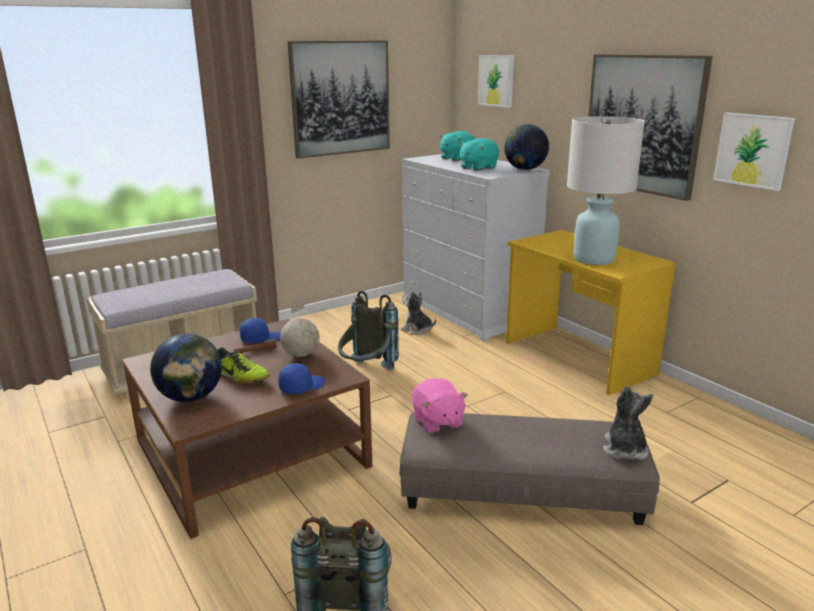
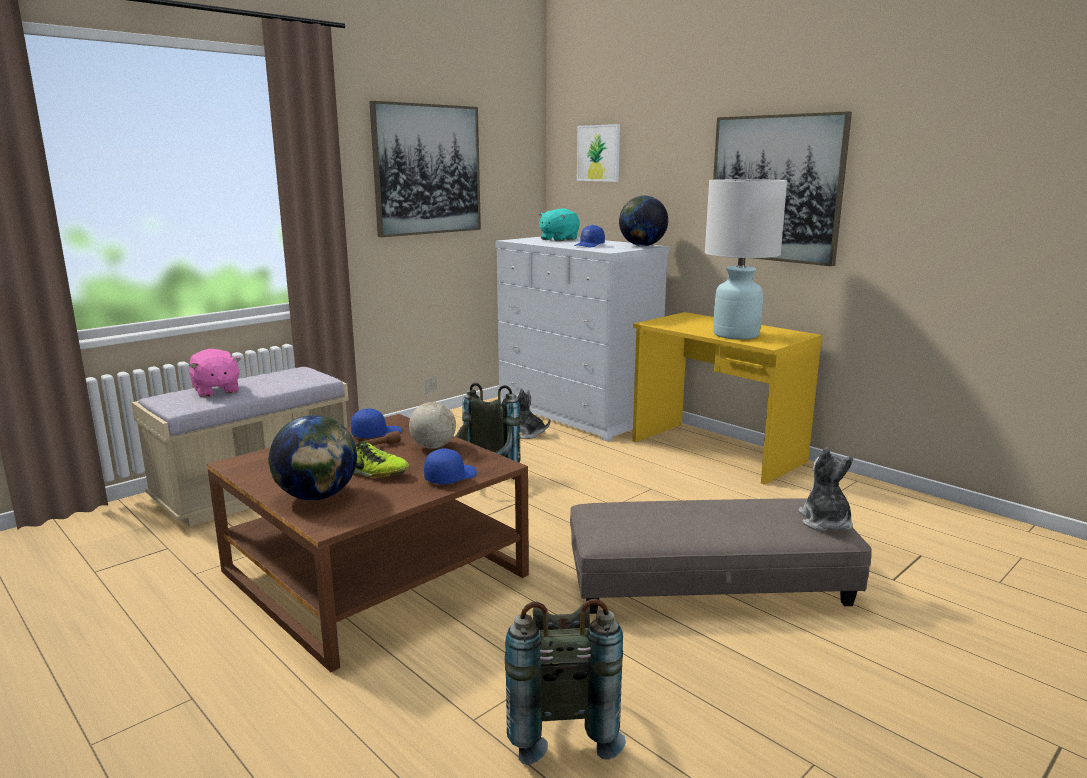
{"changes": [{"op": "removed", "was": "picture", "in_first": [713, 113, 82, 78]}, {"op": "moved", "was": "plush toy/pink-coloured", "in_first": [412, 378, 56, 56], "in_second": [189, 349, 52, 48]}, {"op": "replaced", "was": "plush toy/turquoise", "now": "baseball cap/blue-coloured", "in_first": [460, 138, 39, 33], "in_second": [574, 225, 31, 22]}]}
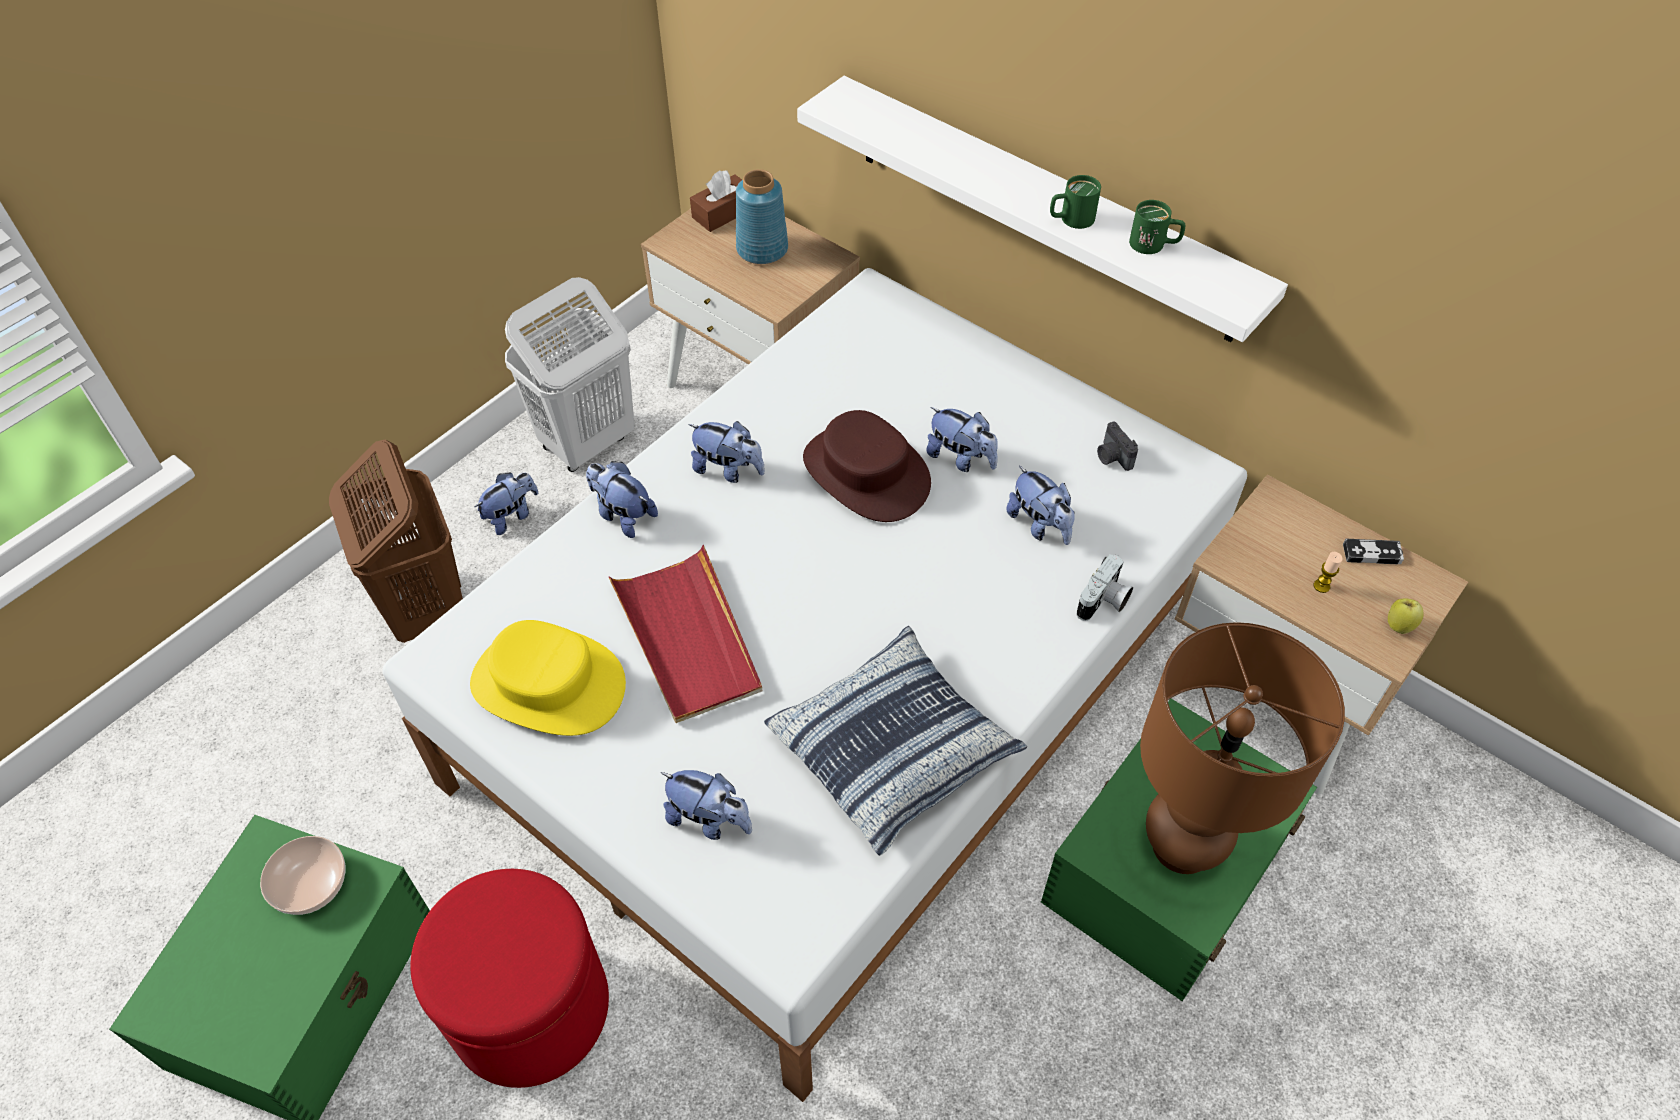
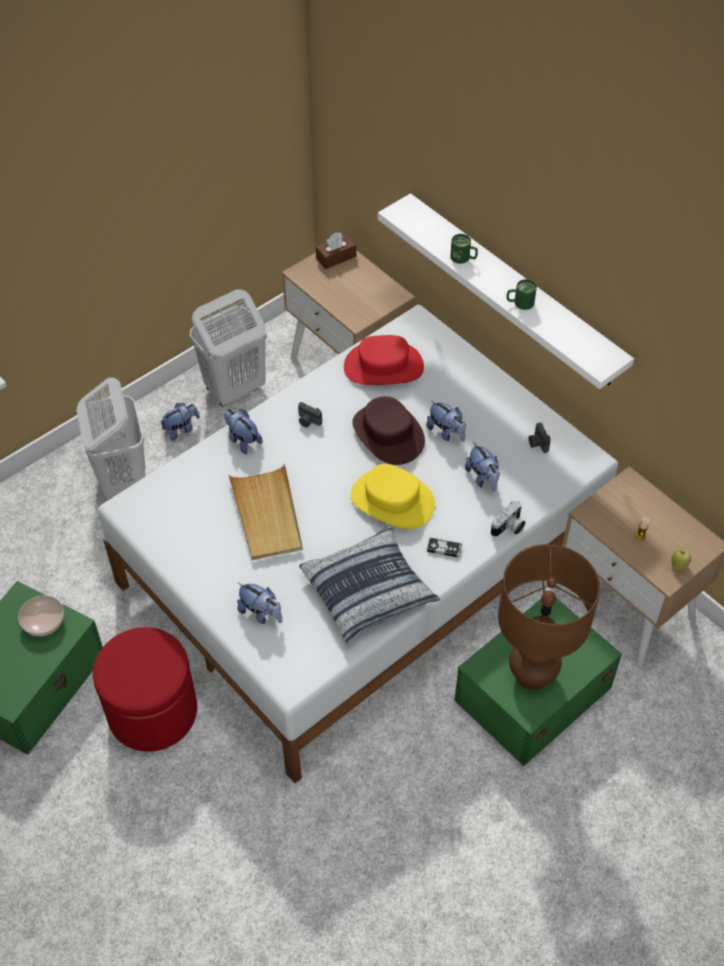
{"changes": [{"op": "removed", "was": "flower vase/blue-coloured", "in_first": [736, 169, 52, 95]}, {"op": "added", "now": "wearable hat/reddish", "in_second": [344, 335, 80, 50]}, {"op": "moved", "was": "wearable hat/yellowish", "in_first": [470, 620, 156, 116], "in_second": [351, 464, 84, 65]}, {"op": "moved", "was": "coffee mug/greenish", "in_first": [1129, 200, 56, 54], "in_second": [450, 234, 28, 30]}, {"op": "moved", "was": "game controller", "in_first": [1343, 539, 61, 25], "in_second": [427, 538, 35, 20]}, {"op": "replaced", "was": "plush toy", "now": "photo camera", "in_first": [688, 421, 77, 62], "in_second": [298, 402, 24, 26]}, {"op": "recoloured", "was": "washing basket/brownish", "now": "washing basket/white-coloured", "in_first": [329, 440, 134, 203], "in_second": [77, 377, 69, 121]}, {"op": "recoloured", "was": "tray/reddish", "now": "tray/beige-coloured", "in_first": [609, 545, 153, 178], "in_second": [228, 464, 75, 96]}]}
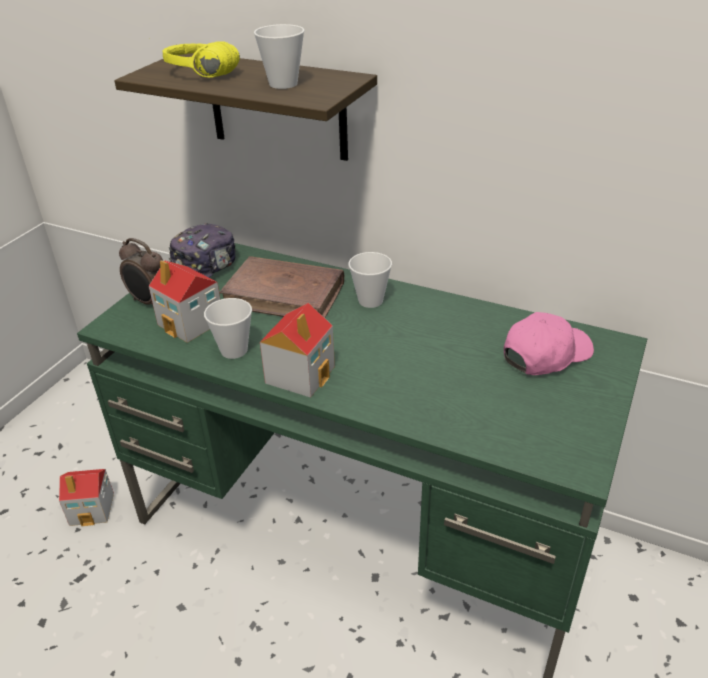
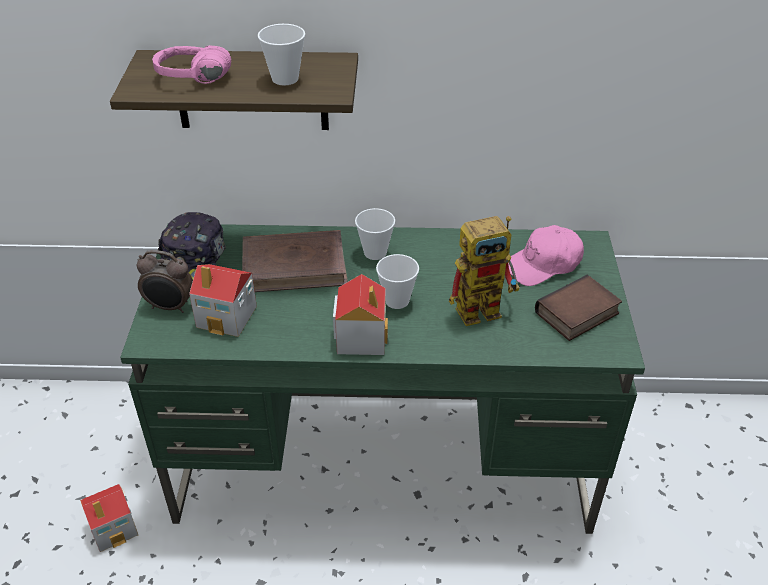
{"changes": [{"op": "added", "now": "robot figure", "in_second": [449, 216, 71, 110]}, {"op": "added", "now": "volume", "in_second": [535, 275, 87, 66]}, {"op": "moved", "was": "cup", "in_first": [204, 298, 48, 61], "in_second": [376, 254, 43, 55]}, {"op": "recoloured", "was": "headphones/yellowish", "now": "headphones/pink-coloured", "in_first": [163, 41, 77, 37], "in_second": [152, 45, 79, 39]}, {"op": "turned", "was": "baseball cap/pink-coloured", "in_first": [504, 312, 90, 63], "in_second": [508, 225, 76, 61], "clockwise": -150}]}
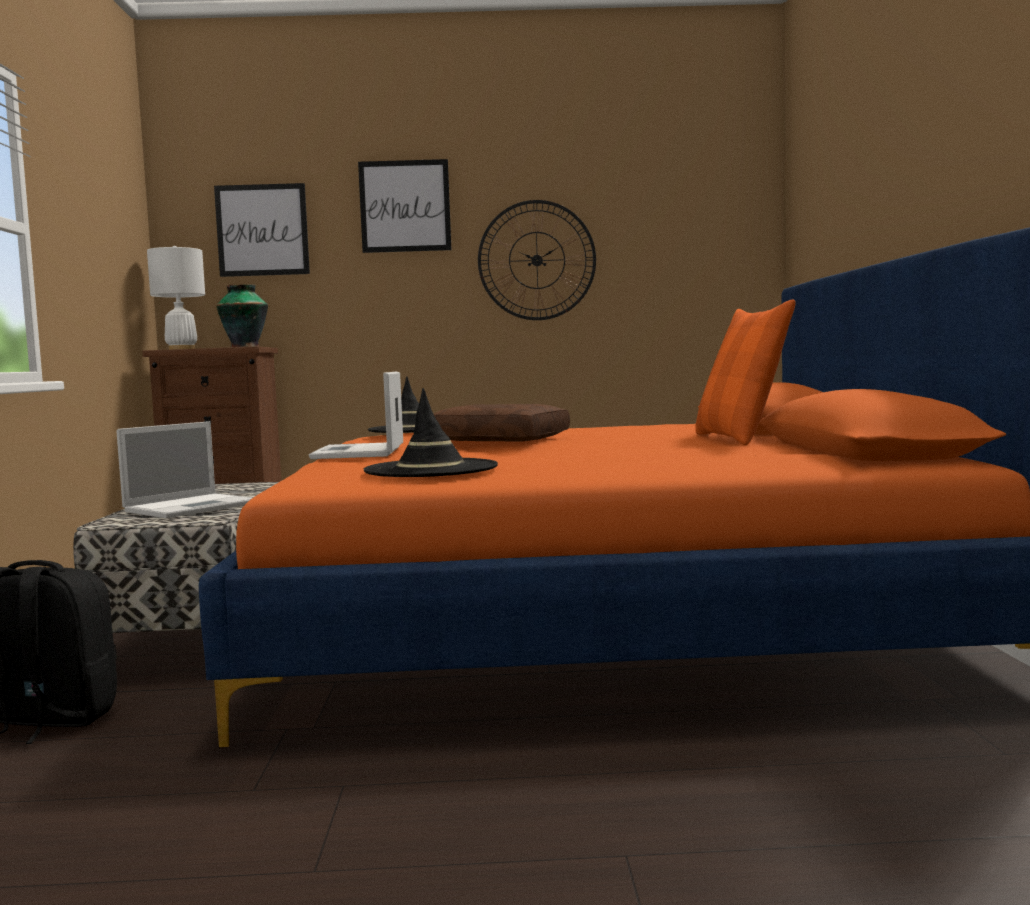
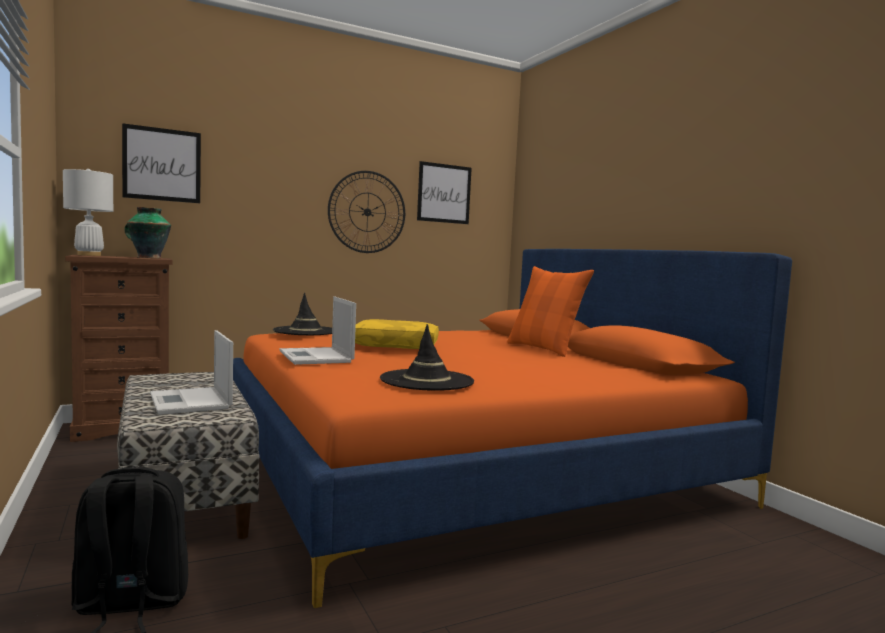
{"changes": [{"op": "moved", "was": "picture", "in_first": [358, 159, 93, 94], "in_second": [417, 161, 55, 63]}, {"op": "recoloured", "was": "pillow/brownish", "now": "pillow/yellowish", "in_first": [434, 404, 136, 38], "in_second": [355, 319, 84, 30]}, {"op": "turned", "was": "notebook computer", "in_first": [116, 421, 137, 98], "in_second": [150, 330, 83, 85], "clockwise": 135}]}
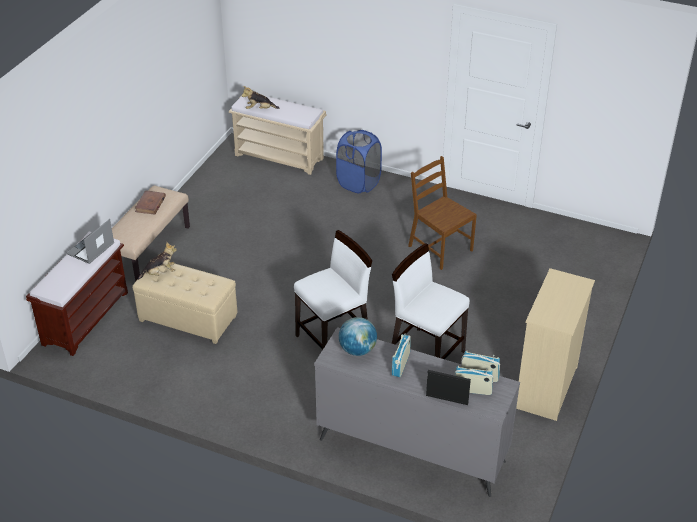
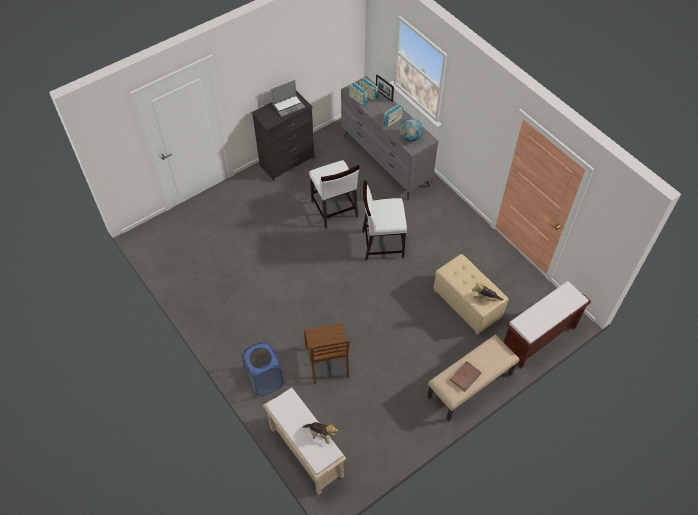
{"changes": [{"op": "moved", "was": "notebook computer", "in_first": [67, 219, 47, 45], "in_second": [271, 80, 34, 37]}, {"op": "moved", "was": "upright chair/brownish", "in_first": [408, 156, 69, 114], "in_second": [304, 323, 46, 61]}, {"op": "recoloured", "was": "dresser/beige-coloured", "now": "dresser/black-coloured", "in_first": [516, 268, 79, 153], "in_second": [251, 91, 63, 90]}]}
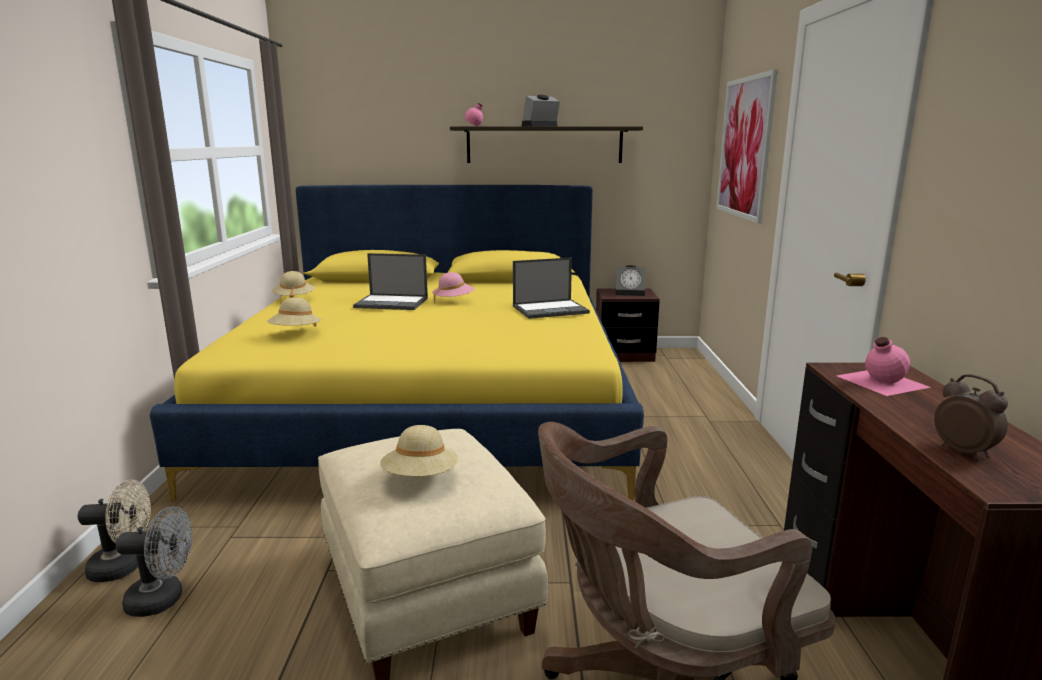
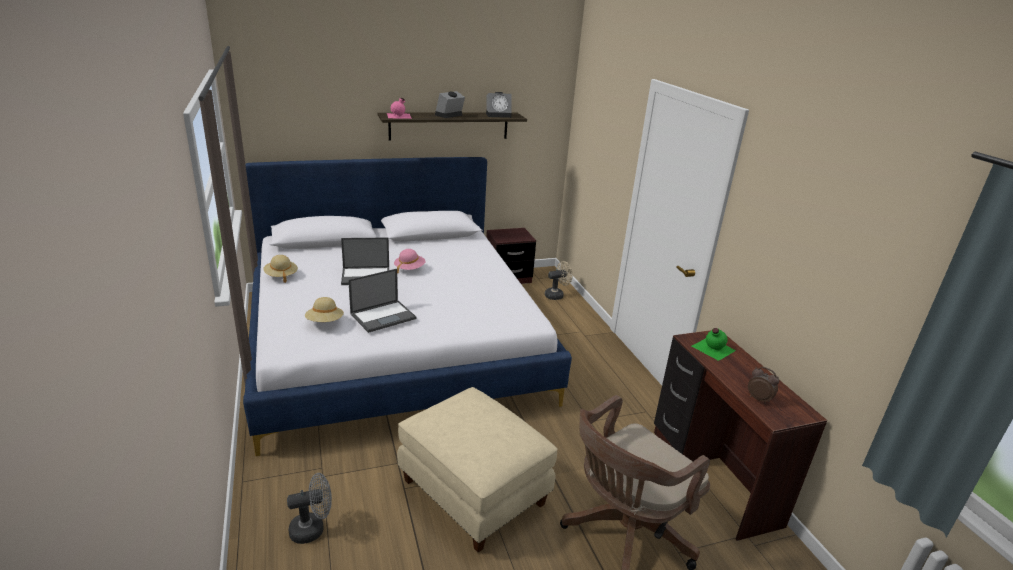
{"changes": [{"op": "removed", "was": "wearable hat/beige-coloured", "in_first": [380, 425, 78, 51]}, {"op": "removed", "was": "picture", "in_first": [716, 69, 62, 154]}, {"op": "moved", "was": "electric fan/beige-coloured", "in_first": [78, 480, 73, 102], "in_second": [545, 261, 28, 39]}, {"op": "moved", "was": "notebook computer", "in_first": [513, 257, 77, 62], "in_second": [348, 269, 68, 64]}, {"op": "moved", "was": "table clock", "in_first": [616, 265, 30, 31], "in_second": [486, 92, 26, 26]}, {"op": "recoloured", "was": "bedroom bed/yellowish", "now": "bedroom bed/white-coloured", "in_first": [150, 185, 494, 316], "in_second": [243, 157, 329, 299]}, {"op": "recoloured", "was": "bottle/pink-coloured", "now": "bottle/greenish", "in_first": [837, 337, 94, 59], "in_second": [692, 328, 44, 33]}]}
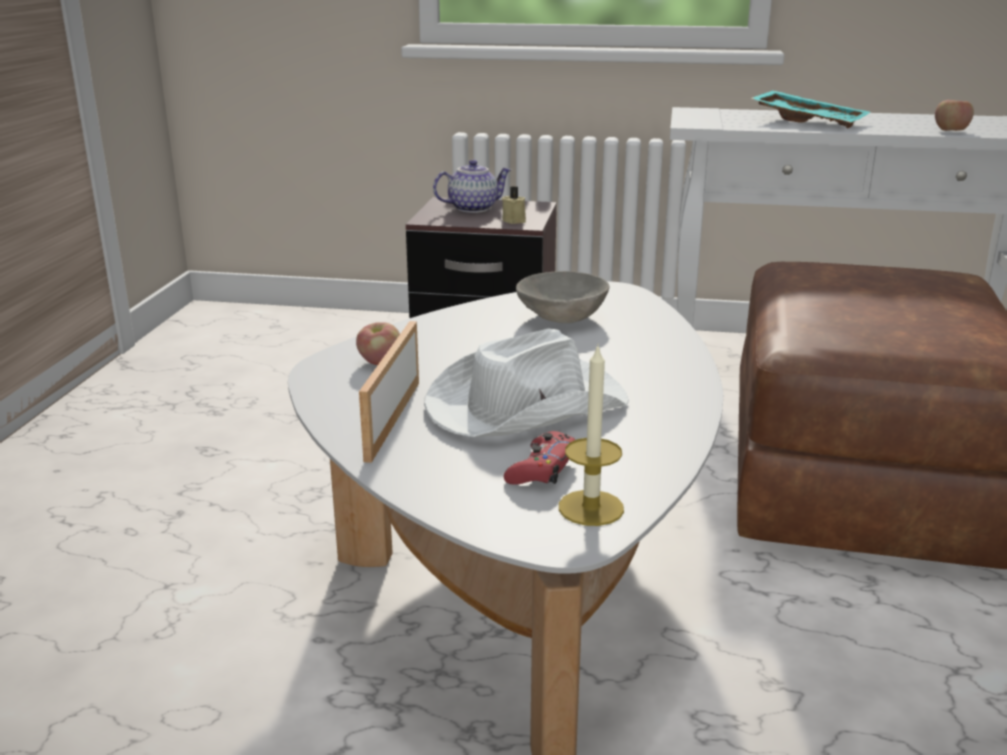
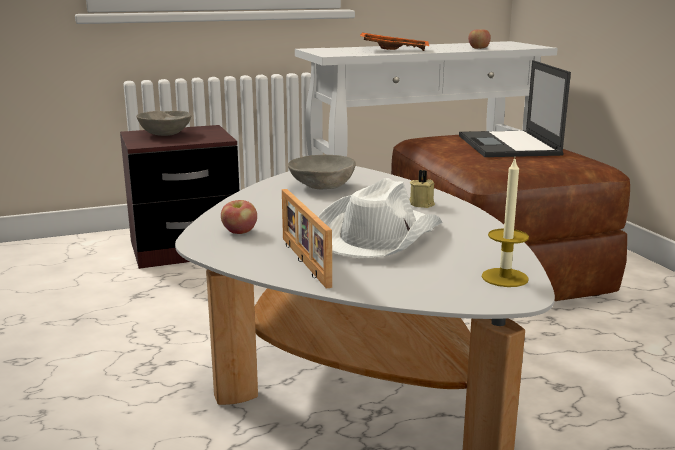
{"changes": [{"op": "removed", "was": "game controller/reddish", "in_first": [504, 431, 71, 54]}, {"op": "added", "now": "notebook computer", "in_second": [459, 60, 112, 97]}, {"op": "moved", "was": "wax candle/beige-coloured", "in_first": [502, 186, 24, 38], "in_second": [409, 170, 26, 38]}, {"op": "replaced", "was": "teapot", "now": "bowl/gray", "in_first": [433, 159, 78, 54], "in_second": [136, 111, 56, 25]}, {"op": "recoloured", "was": "tray/turquoise", "now": "tray/orange", "in_first": [750, 90, 120, 39], "in_second": [360, 32, 69, 19]}]}
